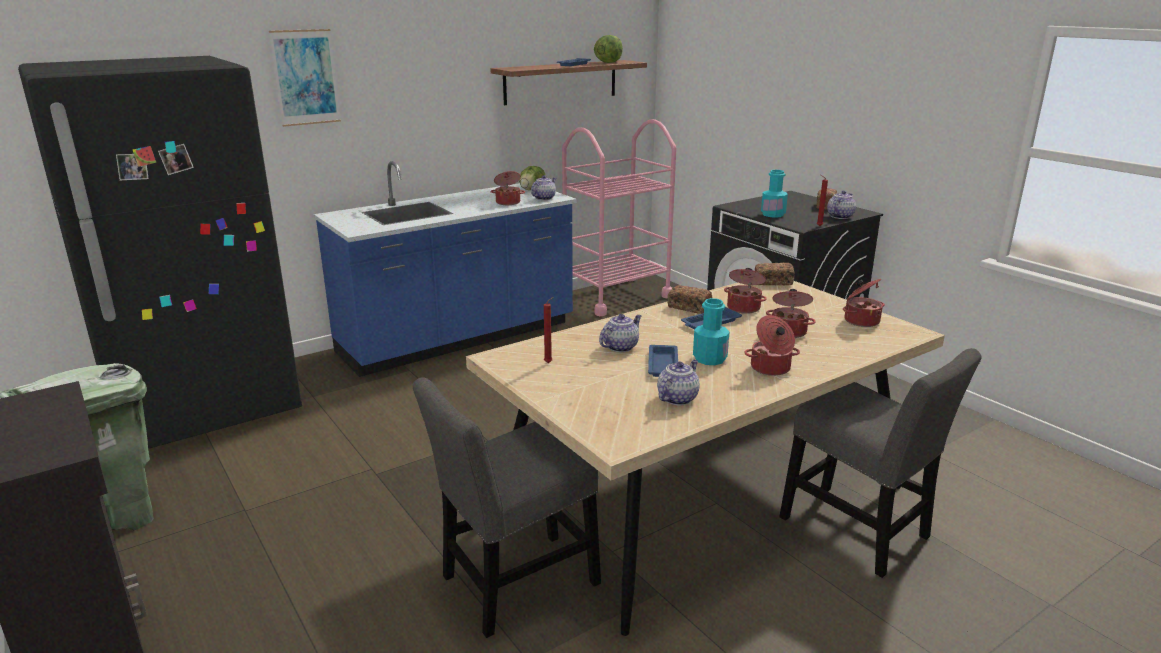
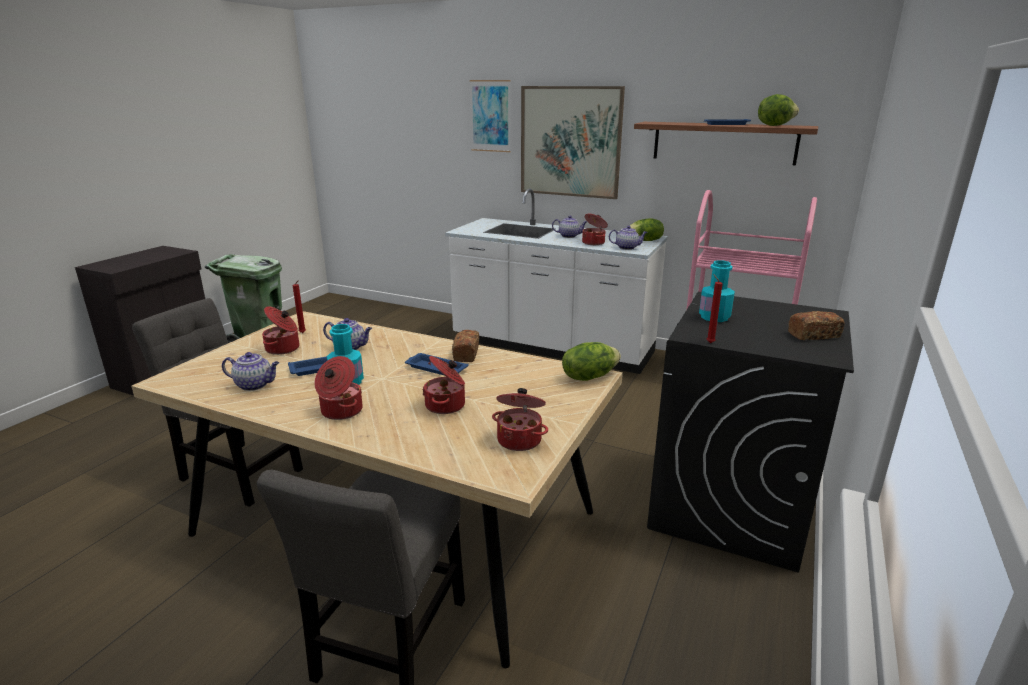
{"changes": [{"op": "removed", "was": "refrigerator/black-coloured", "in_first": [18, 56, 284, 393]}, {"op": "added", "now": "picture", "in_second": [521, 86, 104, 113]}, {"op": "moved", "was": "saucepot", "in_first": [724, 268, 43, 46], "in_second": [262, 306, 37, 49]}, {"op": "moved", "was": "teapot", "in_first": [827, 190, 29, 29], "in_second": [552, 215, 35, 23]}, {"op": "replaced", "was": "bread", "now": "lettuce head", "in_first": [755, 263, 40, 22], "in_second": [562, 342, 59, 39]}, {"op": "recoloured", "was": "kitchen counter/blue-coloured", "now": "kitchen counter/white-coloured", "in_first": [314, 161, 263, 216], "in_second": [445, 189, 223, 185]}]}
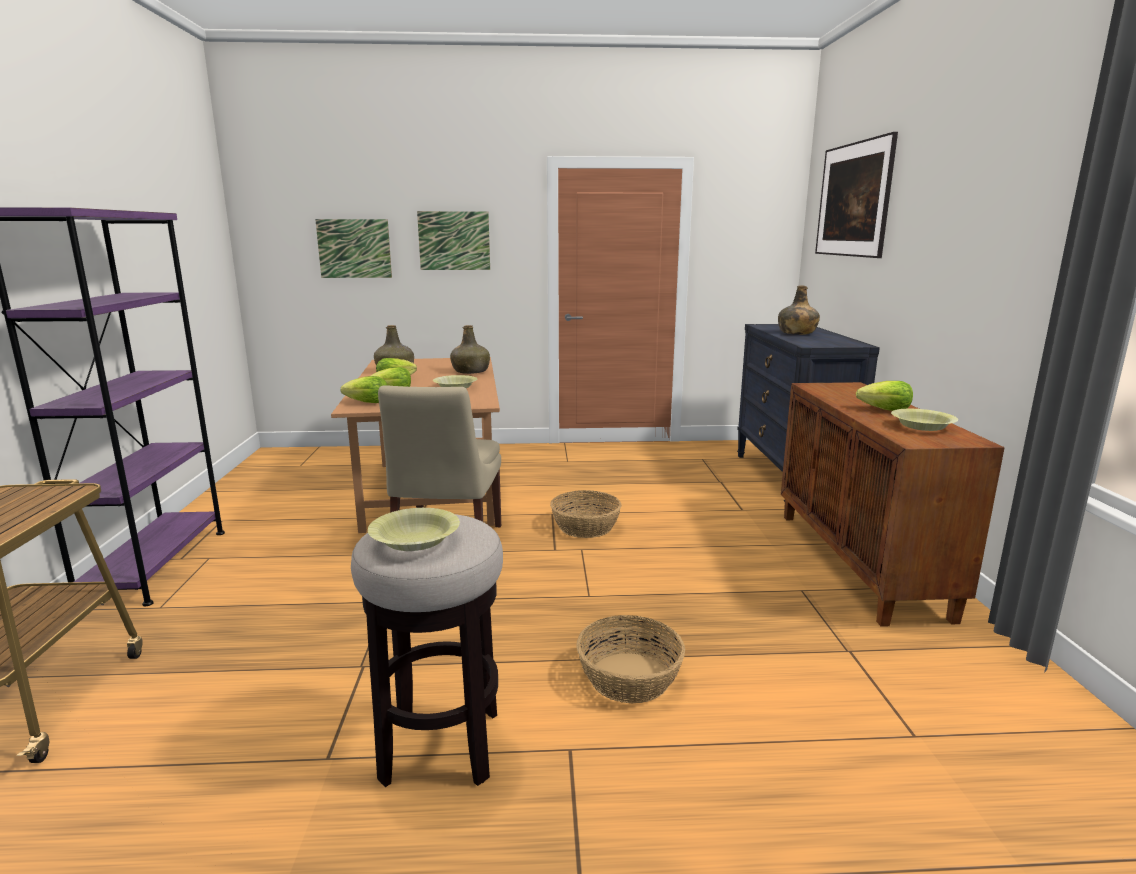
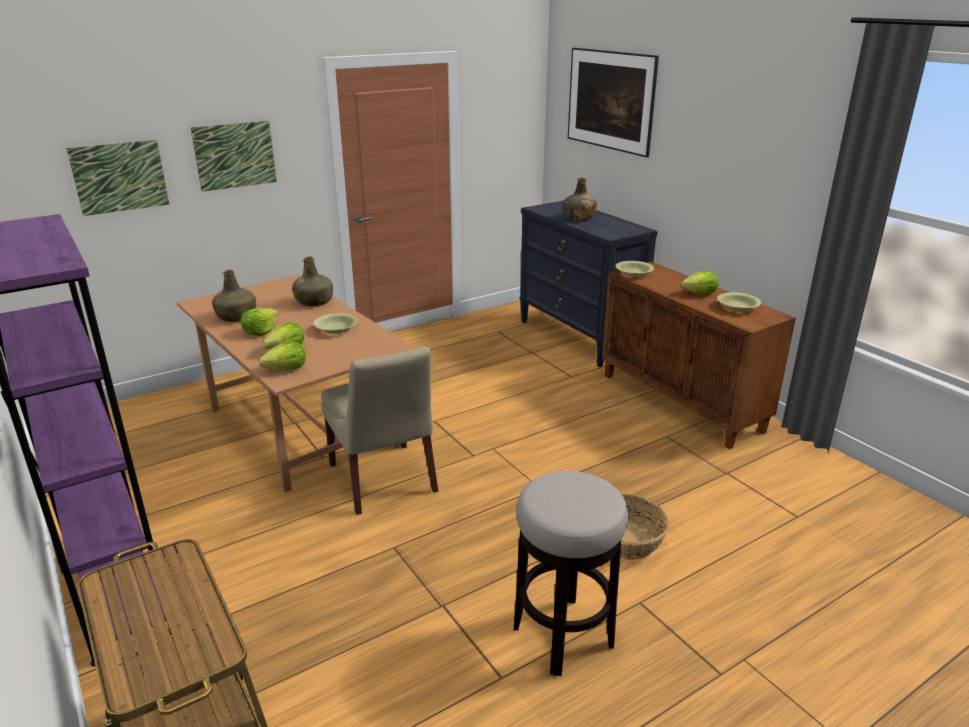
{"changes": [{"op": "removed", "was": "storage basket", "in_first": [550, 490, 72, 48]}, {"op": "moved", "was": "bowl/yellowish", "in_first": [368, 508, 92, 43], "in_second": [615, 261, 39, 16]}]}
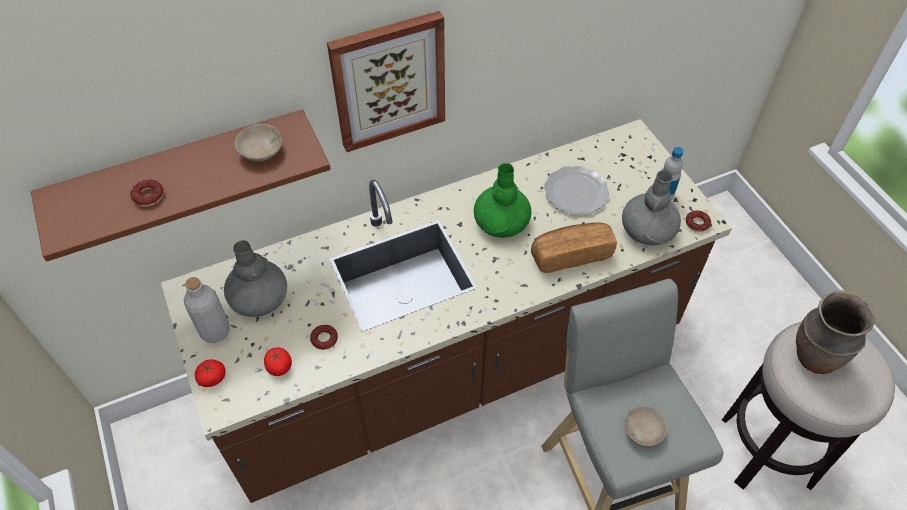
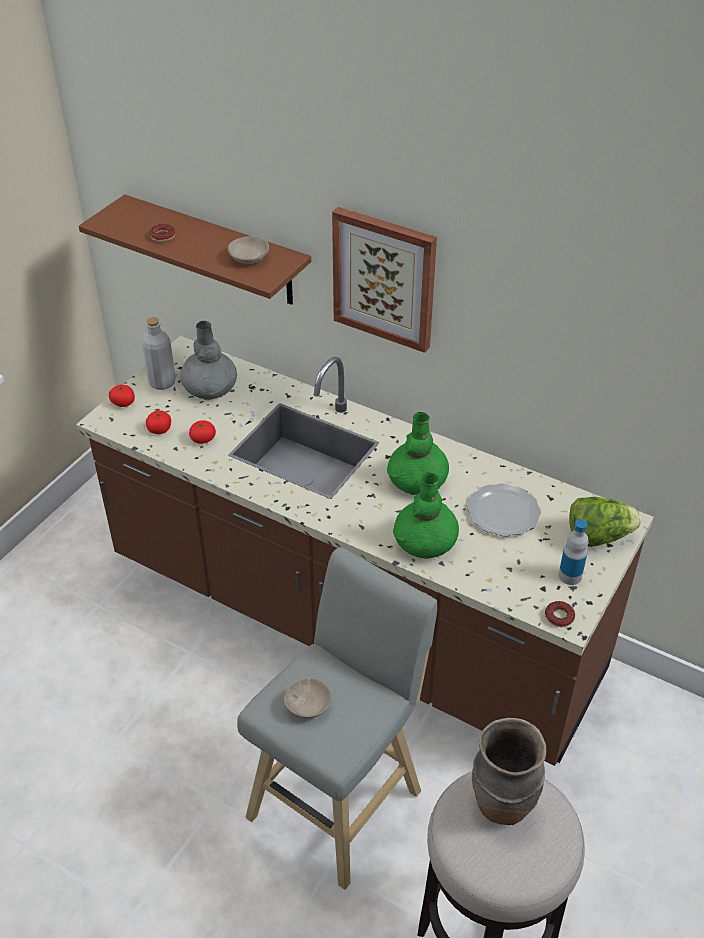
{"changes": [{"op": "removed", "was": "flower vase/gray", "in_first": [622, 171, 59, 74]}, {"op": "added", "now": "lettuce head", "in_second": [569, 497, 72, 50]}, {"op": "replaced", "was": "donut", "now": "whole tomato", "in_first": [310, 325, 28, 25], "in_second": [189, 420, 27, 24]}, {"op": "replaced", "was": "bread", "now": "flower vase/greenish", "in_first": [531, 222, 86, 51], "in_second": [393, 472, 66, 87]}]}
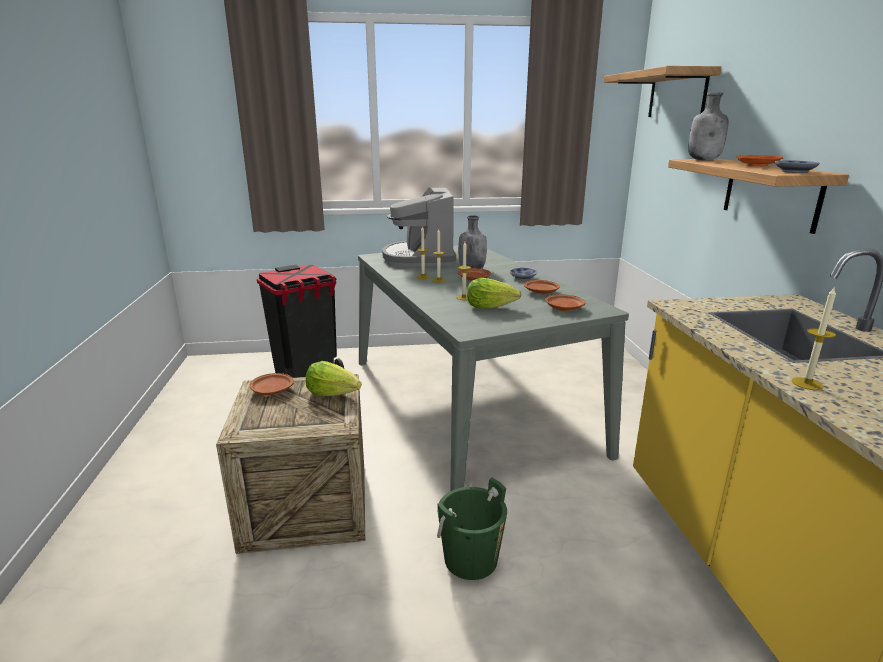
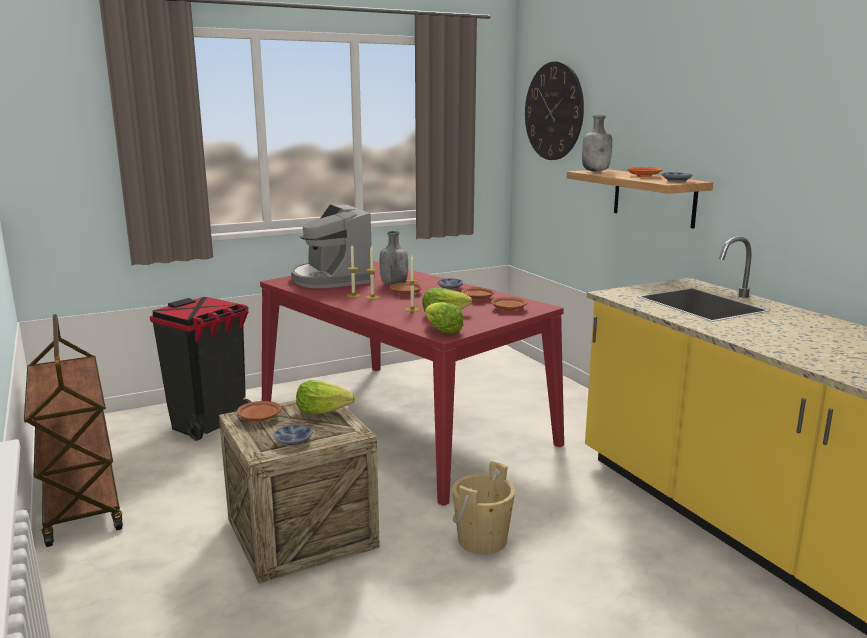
{"changes": [{"op": "removed", "was": "wax candle", "in_first": [792, 288, 44, 102]}, {"op": "added", "now": "wheeled cart/brownish", "in_second": [24, 314, 99, 233]}, {"op": "added", "now": "bowl", "in_second": [273, 424, 39, 23]}, {"op": "added", "now": "lettuce head", "in_second": [425, 302, 38, 32]}, {"op": "replaced", "was": "wall shelf", "now": "clock on the wall", "in_first": [604, 66, 117, 51], "in_second": [525, 61, 59, 99]}, {"op": "recoloured", "was": "dinner table/gray", "now": "dinner table/reddish", "in_first": [358, 245, 271, 246], "in_second": [260, 261, 304, 245]}, {"op": "recoloured", "was": "pail/greenish", "now": "pail/beige-coloured", "in_first": [437, 478, 70, 102], "in_second": [452, 461, 63, 94]}]}
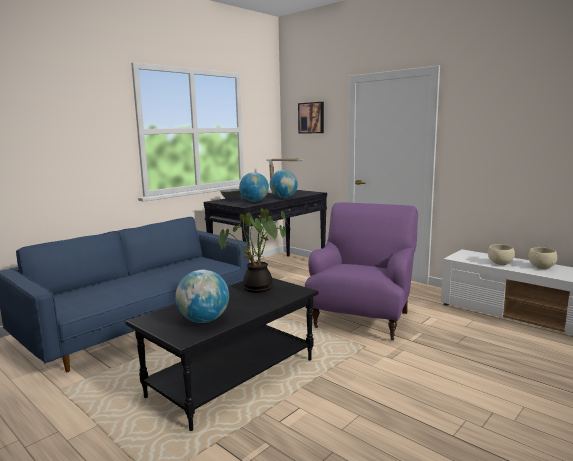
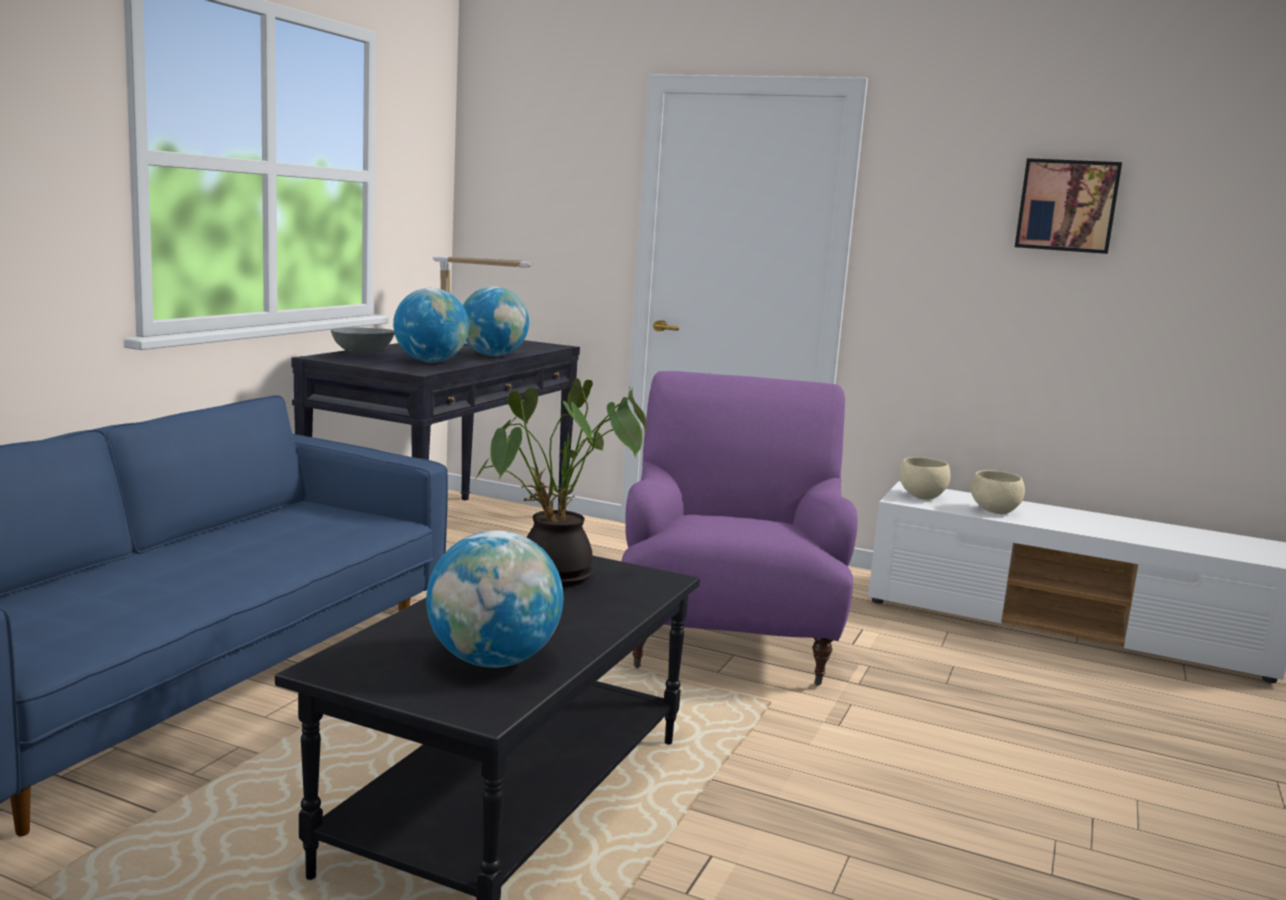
{"changes": [{"op": "moved", "was": "picture", "in_first": [298, 102, 26, 32], "in_second": [1015, 158, 107, 96]}, {"op": "moved", "was": "bowl/beige-coloured", "in_first": [528, 247, 29, 22], "in_second": [899, 457, 51, 42]}]}
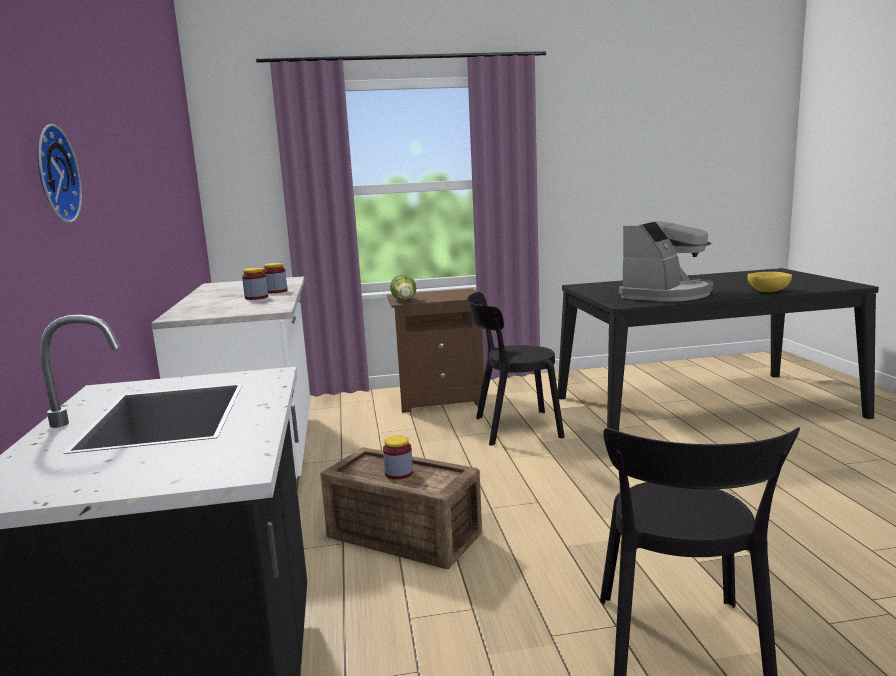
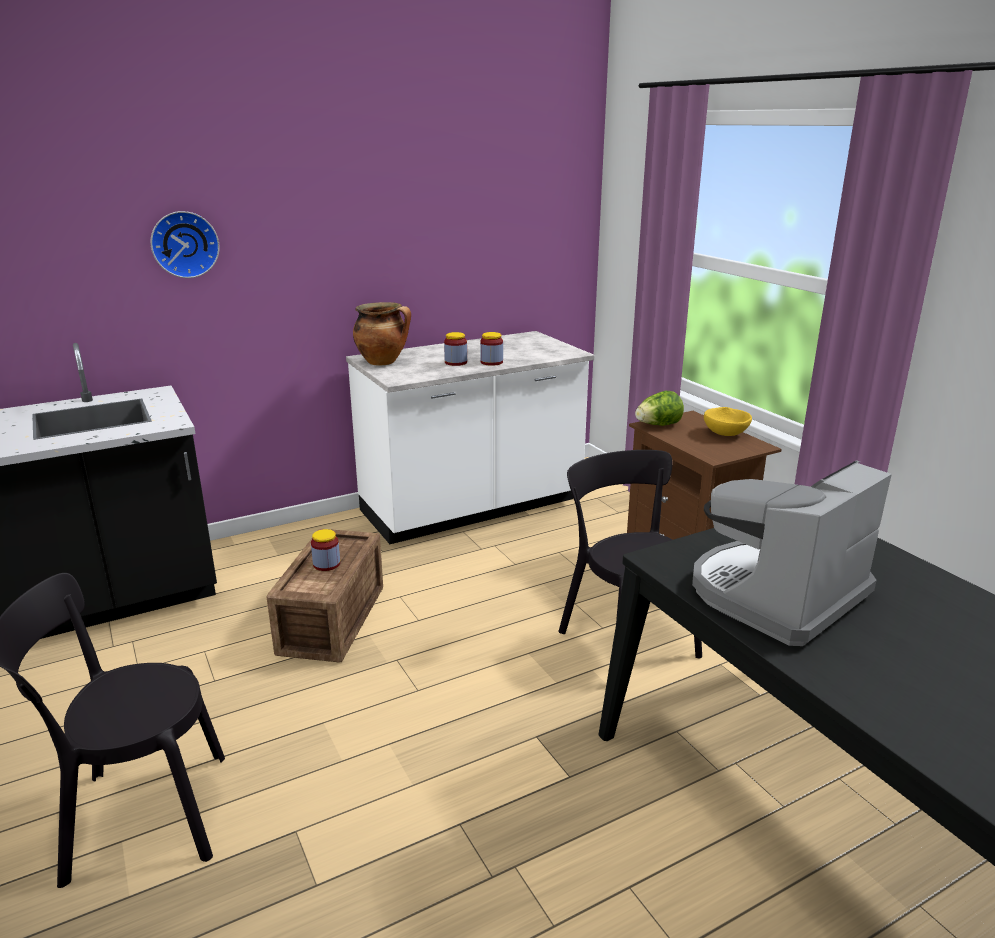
{"changes": [{"op": "added", "now": "saucepot", "in_second": [353, 302, 58, 64]}, {"op": "moved", "was": "bowl/yellowish", "in_first": [747, 272, 45, 20], "in_second": [704, 407, 48, 29]}, {"op": "turned", "was": "coffee machine", "in_first": [619, 220, 94, 81], "in_second": [692, 460, 200, 186], "clockwise": 120}]}
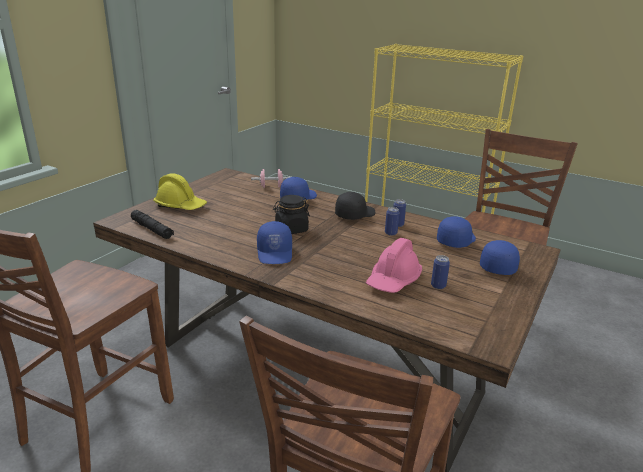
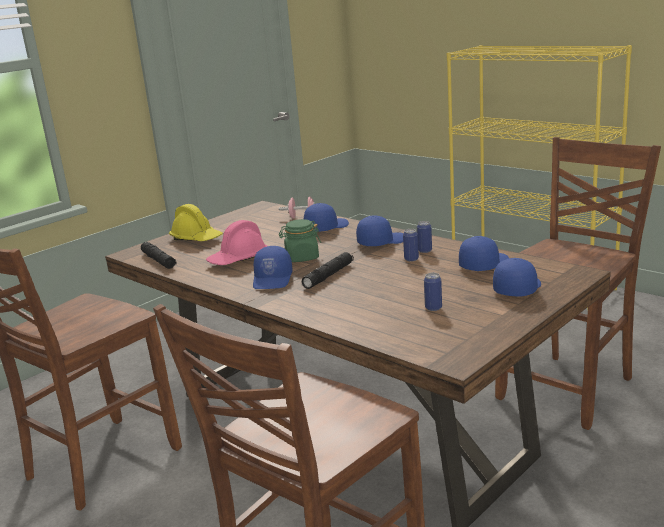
{"changes": [{"op": "added", "now": "torch/black-coloured", "in_second": [302, 252, 52, 37]}, {"op": "moved", "was": "safety helmet/pink-coloured", "in_first": [366, 238, 56, 55], "in_second": [206, 220, 61, 45]}, {"op": "recoloured", "was": "preserve jar/black-coloured", "now": "preserve jar/greenish", "in_first": [273, 195, 37, 39], "in_second": [279, 219, 42, 43]}, {"op": "recoloured", "was": "baseball cap/black-coloured", "now": "baseball cap/blue-coloured", "in_first": [335, 192, 41, 28], "in_second": [356, 215, 47, 31]}]}
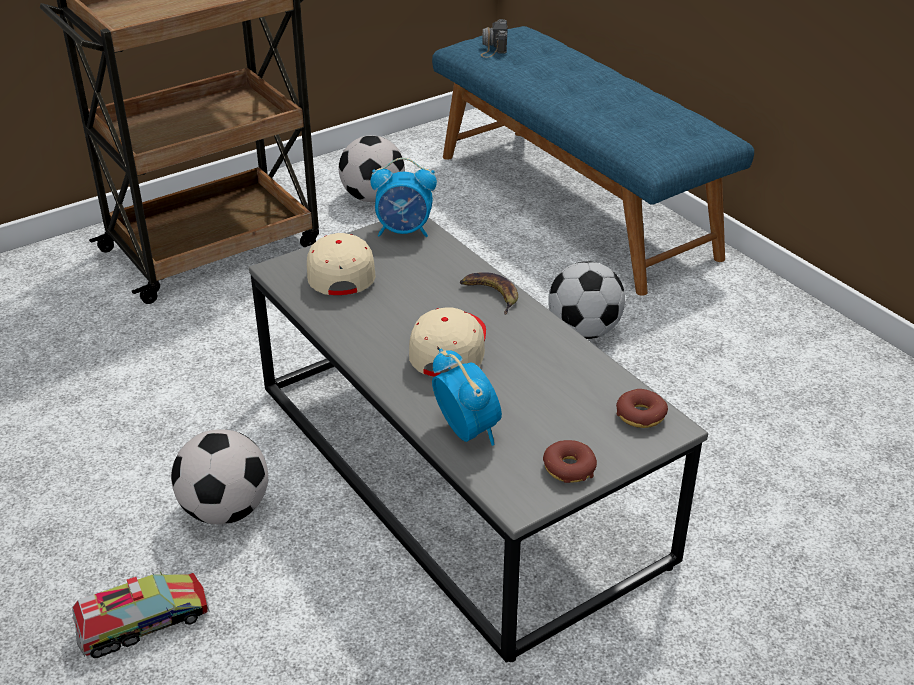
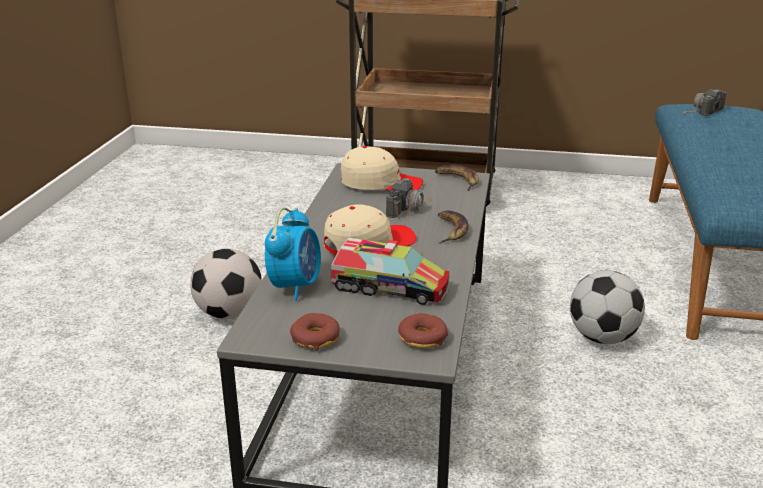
{"changes": [{"op": "removed", "was": "ball for football", "in_first": [339, 136, 66, 66]}, {"op": "added", "now": "photo camera", "in_second": [386, 178, 46, 43]}, {"op": "moved", "was": "model truck", "in_first": [72, 572, 137, 86], "in_second": [330, 238, 120, 67]}, {"op": "replaced", "was": "table clock", "now": "banana fruit", "in_first": [370, 158, 67, 79], "in_second": [435, 165, 44, 26]}, {"op": "turned", "was": "baseball cap/beige-coloured", "in_first": [307, 233, 69, 62], "in_second": [341, 146, 82, 45], "clockwise": 60}]}
